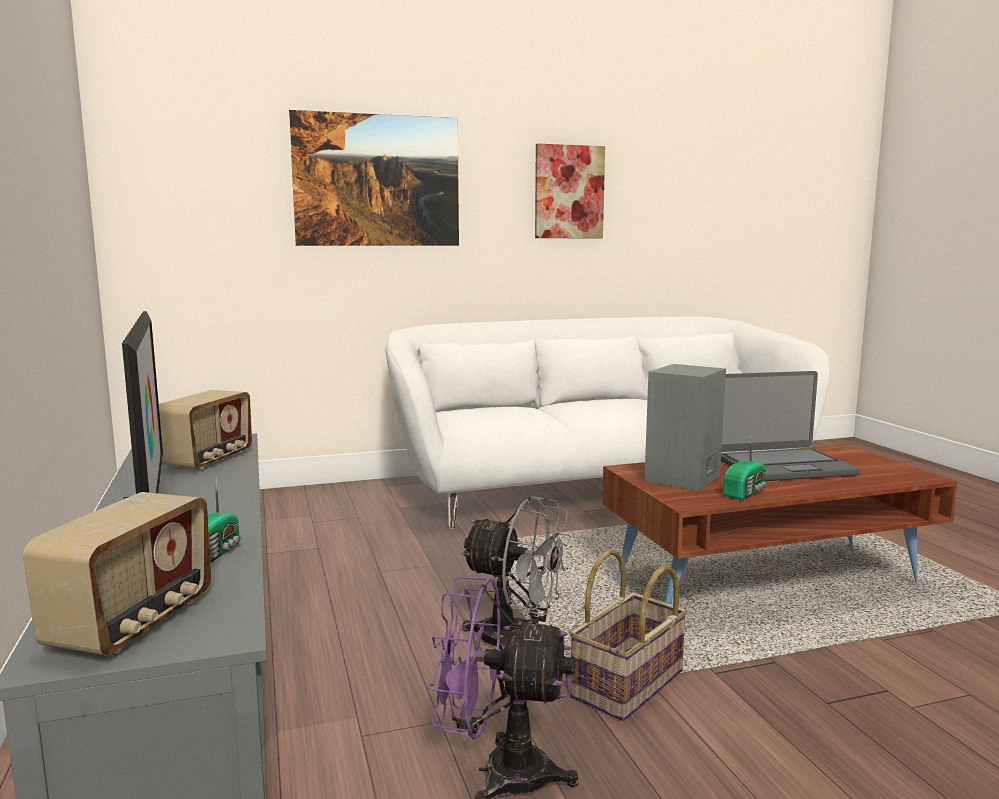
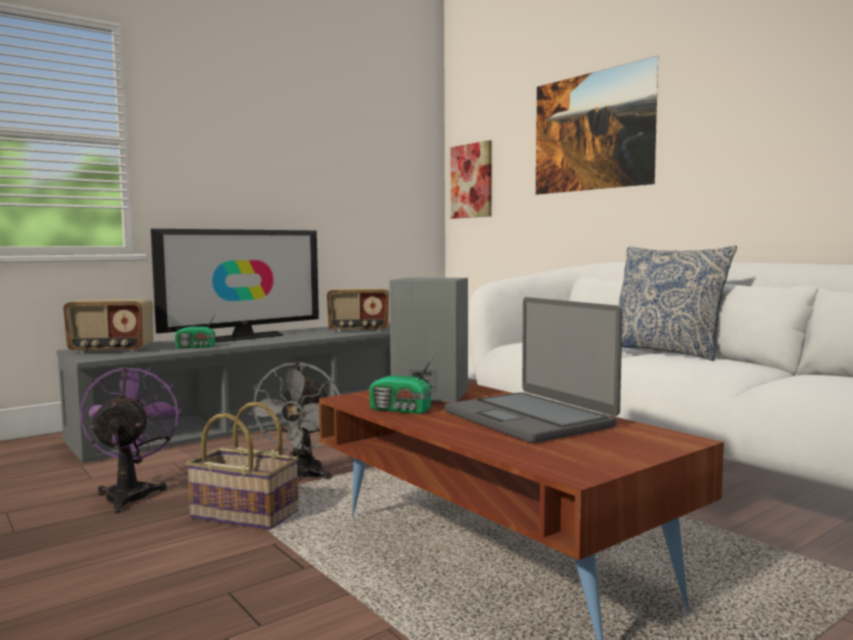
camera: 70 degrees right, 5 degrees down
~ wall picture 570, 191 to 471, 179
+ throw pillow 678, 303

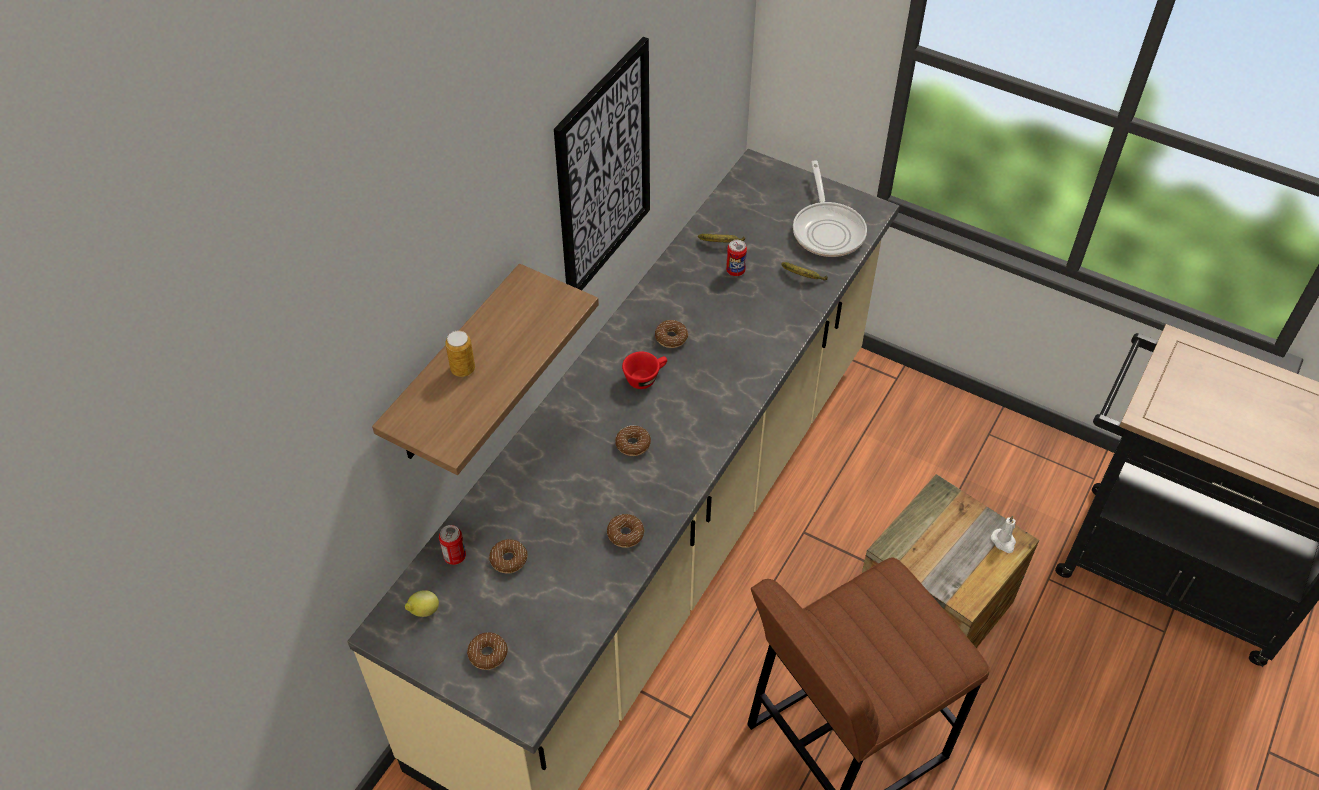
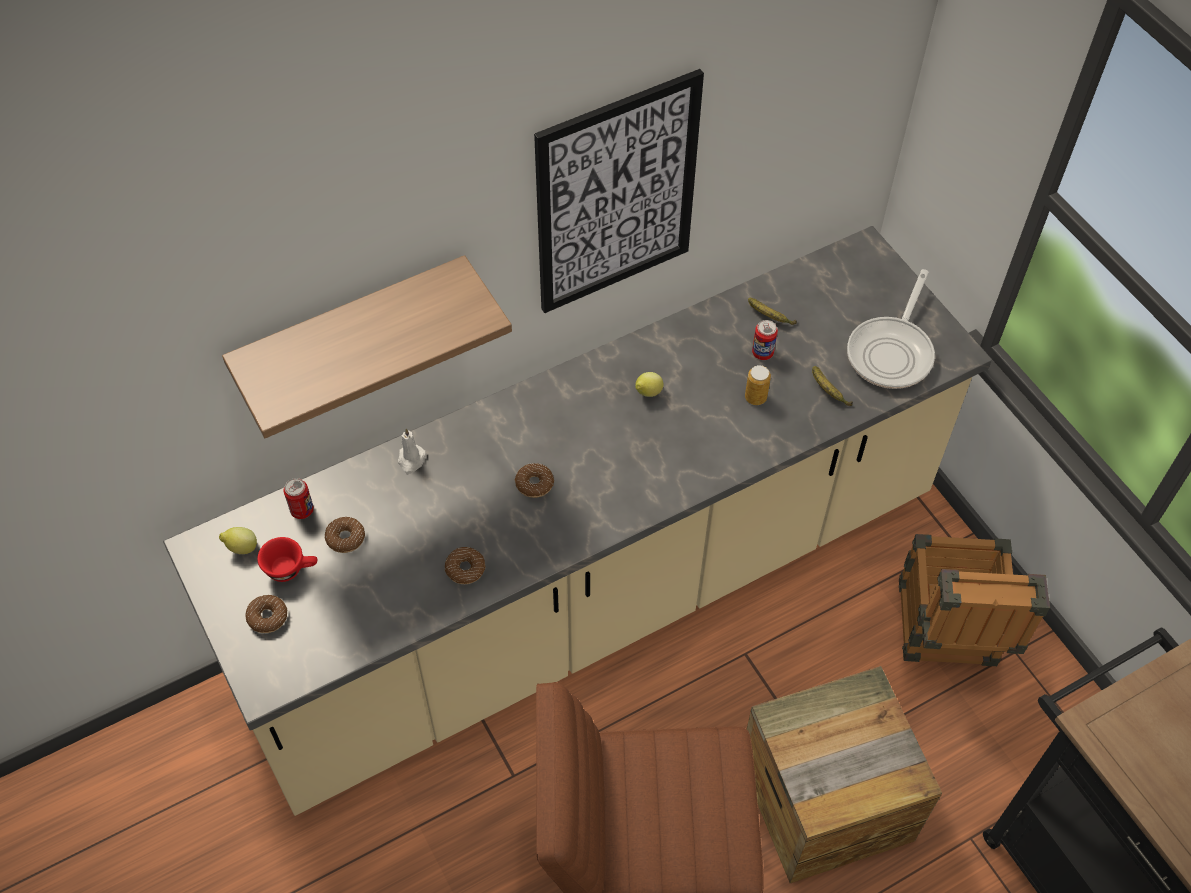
camera: 30 degrees right, 5 degrees up
~ red drinking cup 644, 370 to 287, 559
~ whitish candle 1003, 534 to 412, 451
~ ring doughnut 671, 334 to citrus fruit 649, 384
~ metal can 460, 354 to 758, 385
+ packing crate 974, 600

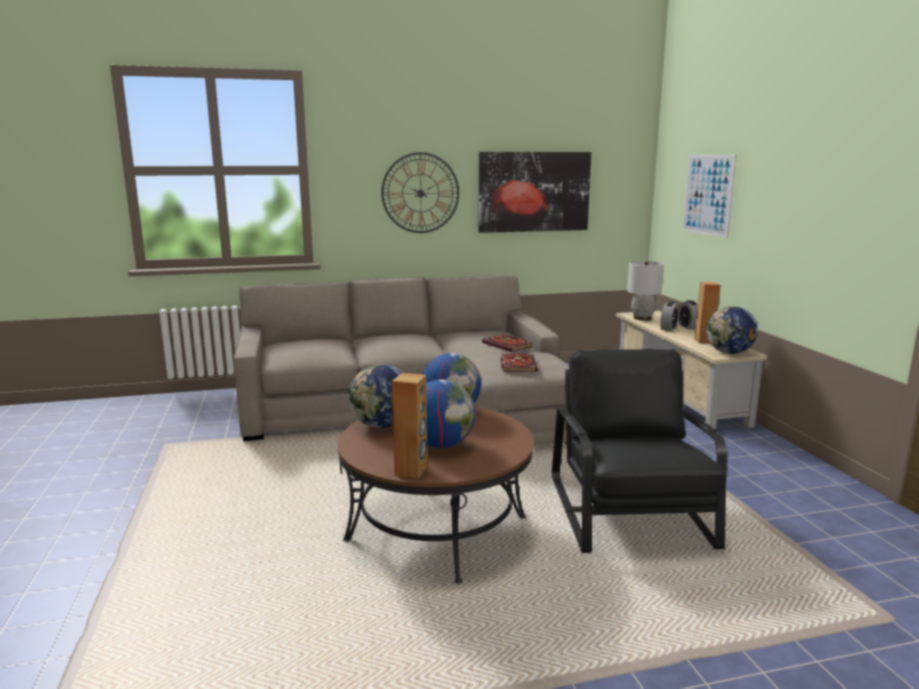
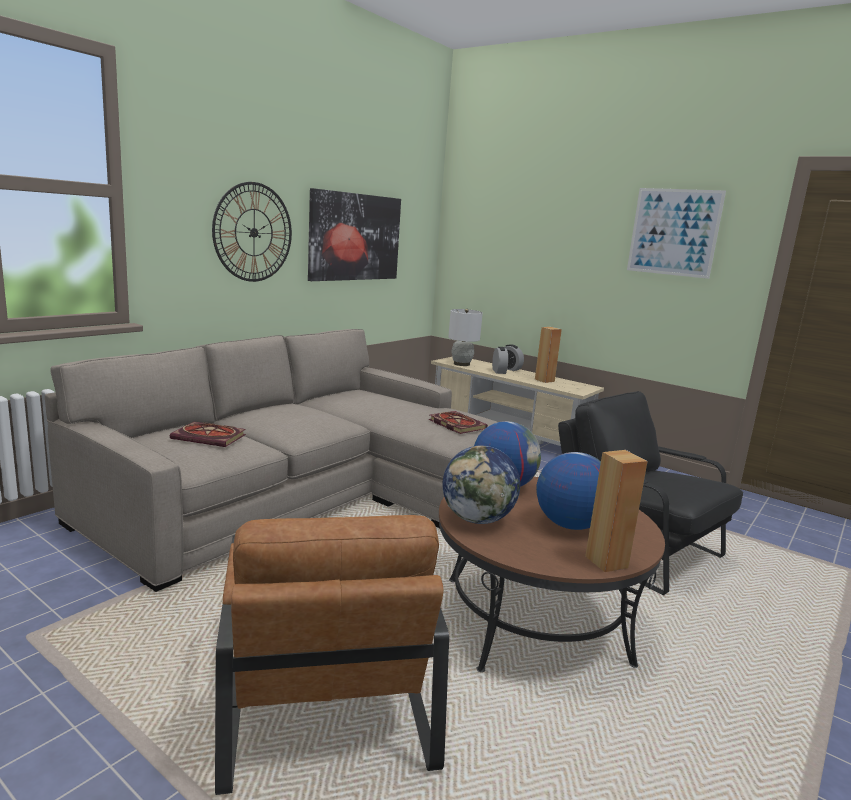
camera: 40 degrees left, 0 degrees up
~ volume 507, 343 to 208, 434
+ brownish armchair 332, 655
~ wall picture 709, 196 to 676, 233
- globe 732, 330

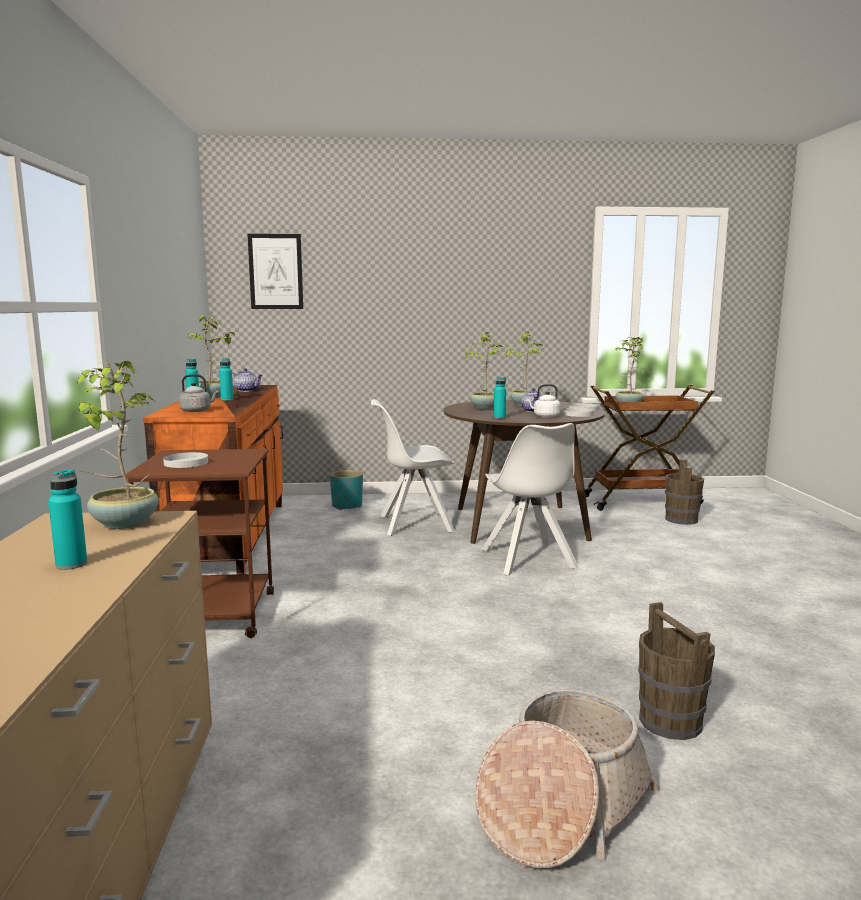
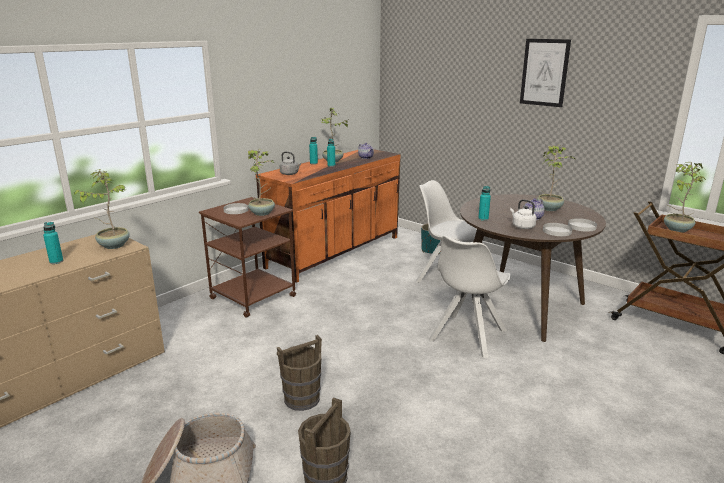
camera: 45 degrees right, 10 degrees up
~ houseplant 483, 370 to 261, 182
~ brownish water bucket 684, 492 to 299, 373
~ wall picture 275, 271 to 545, 73

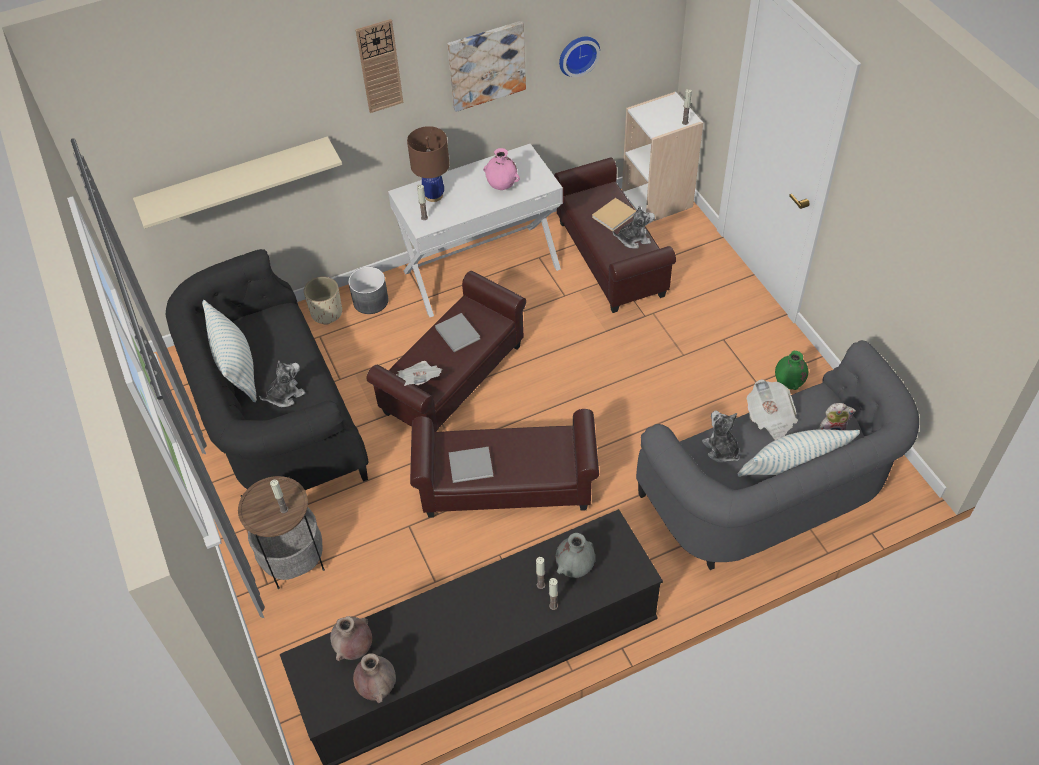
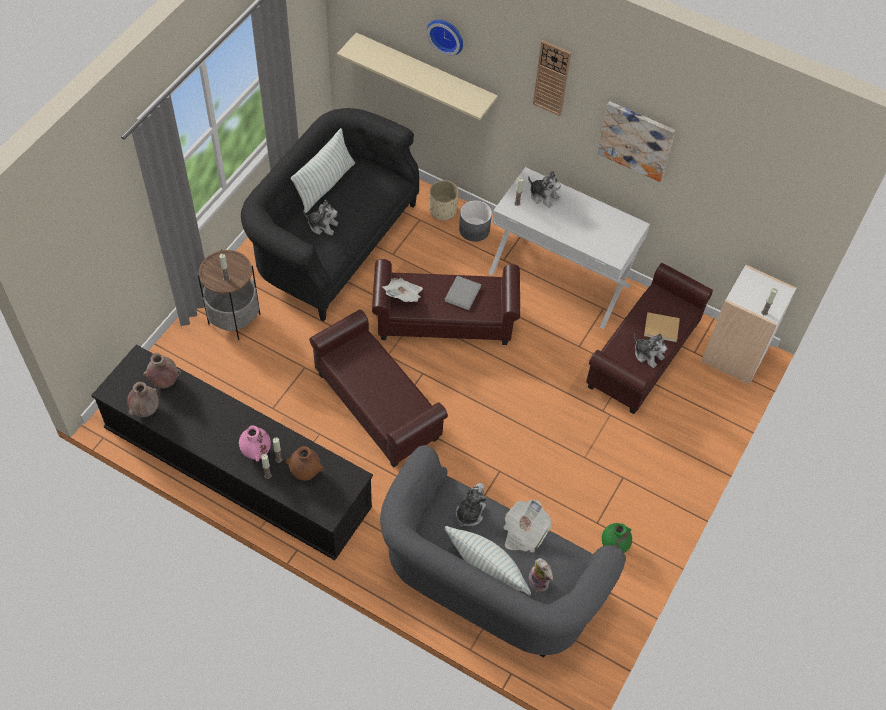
camera: 50 degrees right, 5 degrees up
~ pink-coloured vase 501, 169 to 255, 444
~ gray vase 575, 555 to brownish vase 305, 463
~ hanging clock 579, 56 to 445, 38
~ brownish tabletop lamp 428, 164 to soft toy 544, 189
- gray volume 470, 465

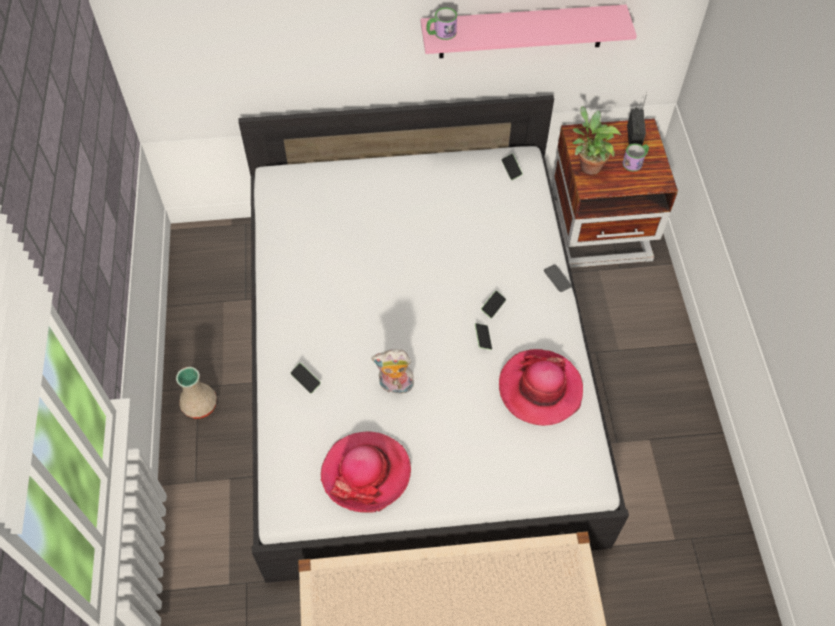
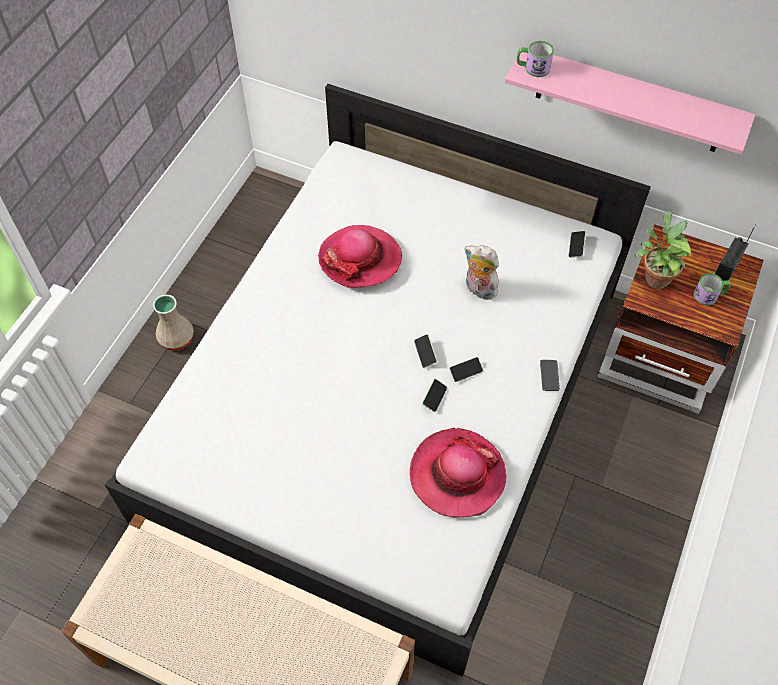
camera: 30 degrees right, 0 degrees up
~ wearable hat 366, 472 to 360, 256
~ telephone 306, 378 to 425, 351
~ soft toy 392, 373 to 482, 272

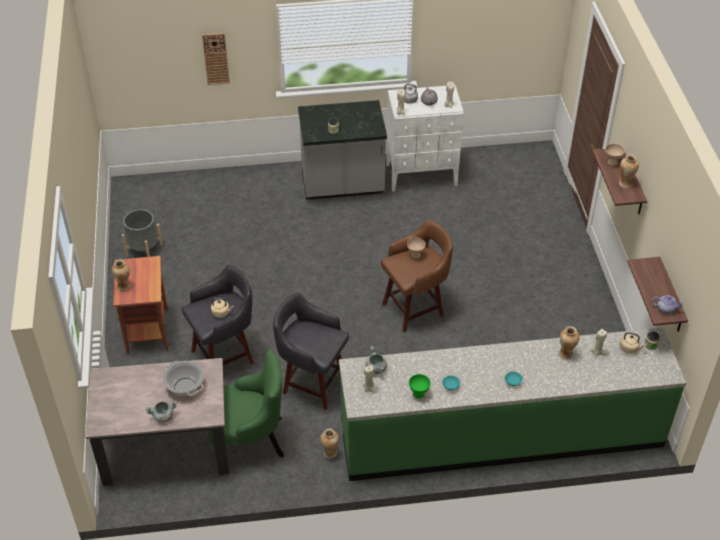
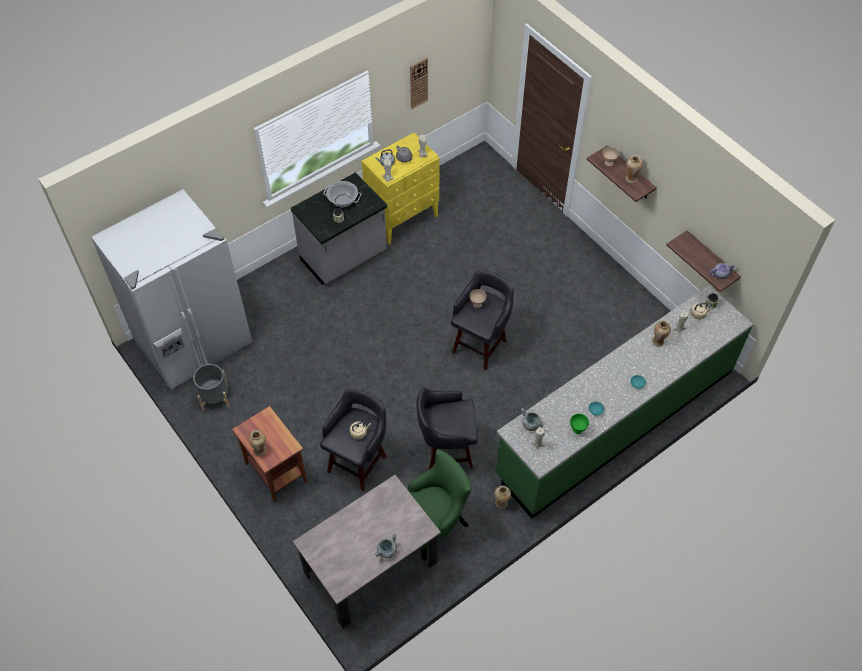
camera: 30 degrees left, 10 degrees up
+ whitish kitchen fridge 171, 289
~ stockpot 183, 378 to 342, 194
~ whitish dresser 425, 138 to yellow dresser 401, 188
~ hanging clock 216, 59 to 419, 83
~ brownish stool 417, 275 to gray stool 482, 320

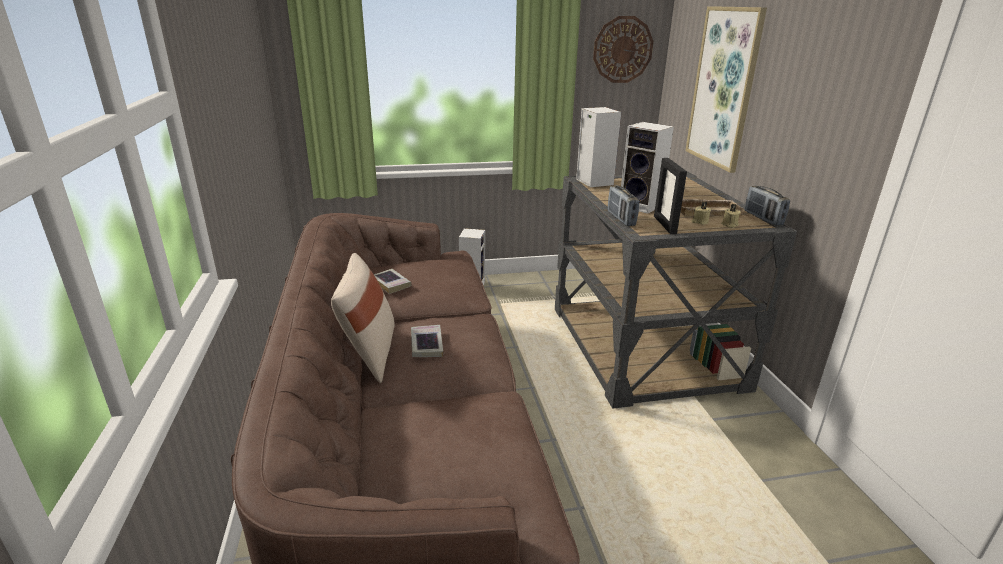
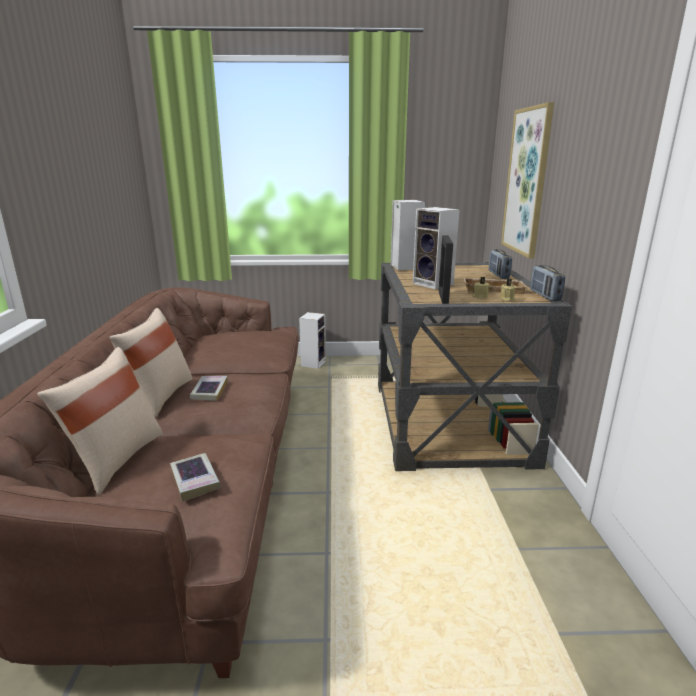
camera: 10 degrees right, 5 degrees down
+ beige throw pillow 100, 421
~ volume 393, 281 to 195, 477
~ radio receiver 623, 206 to 500, 264
- hanging clock 623, 49

